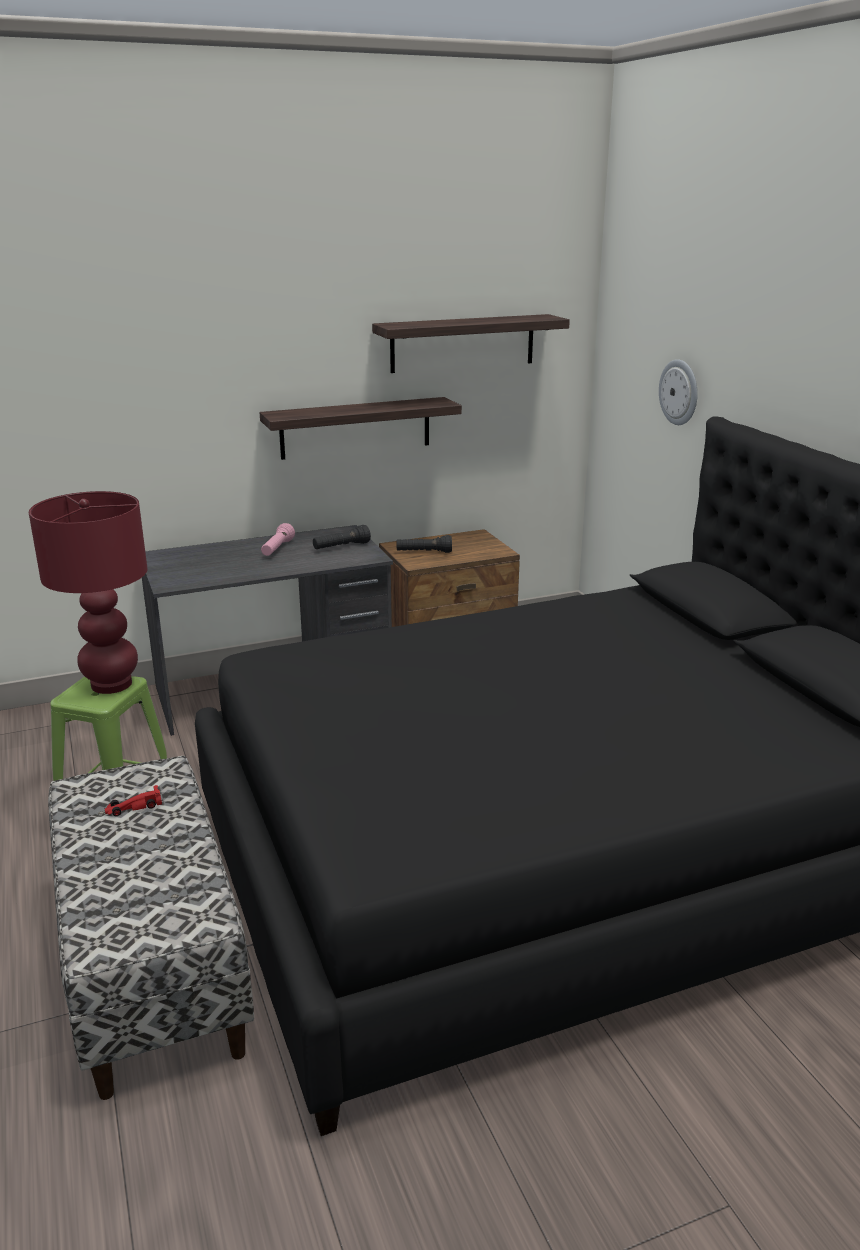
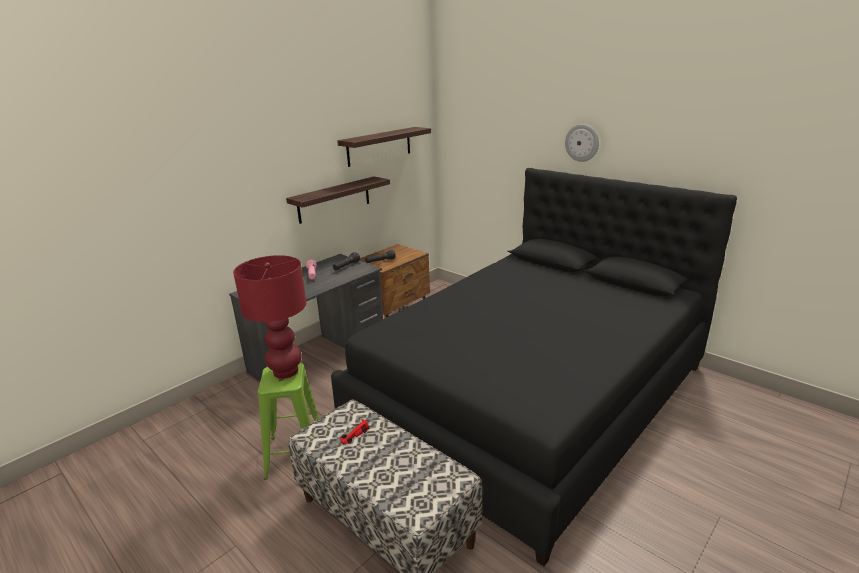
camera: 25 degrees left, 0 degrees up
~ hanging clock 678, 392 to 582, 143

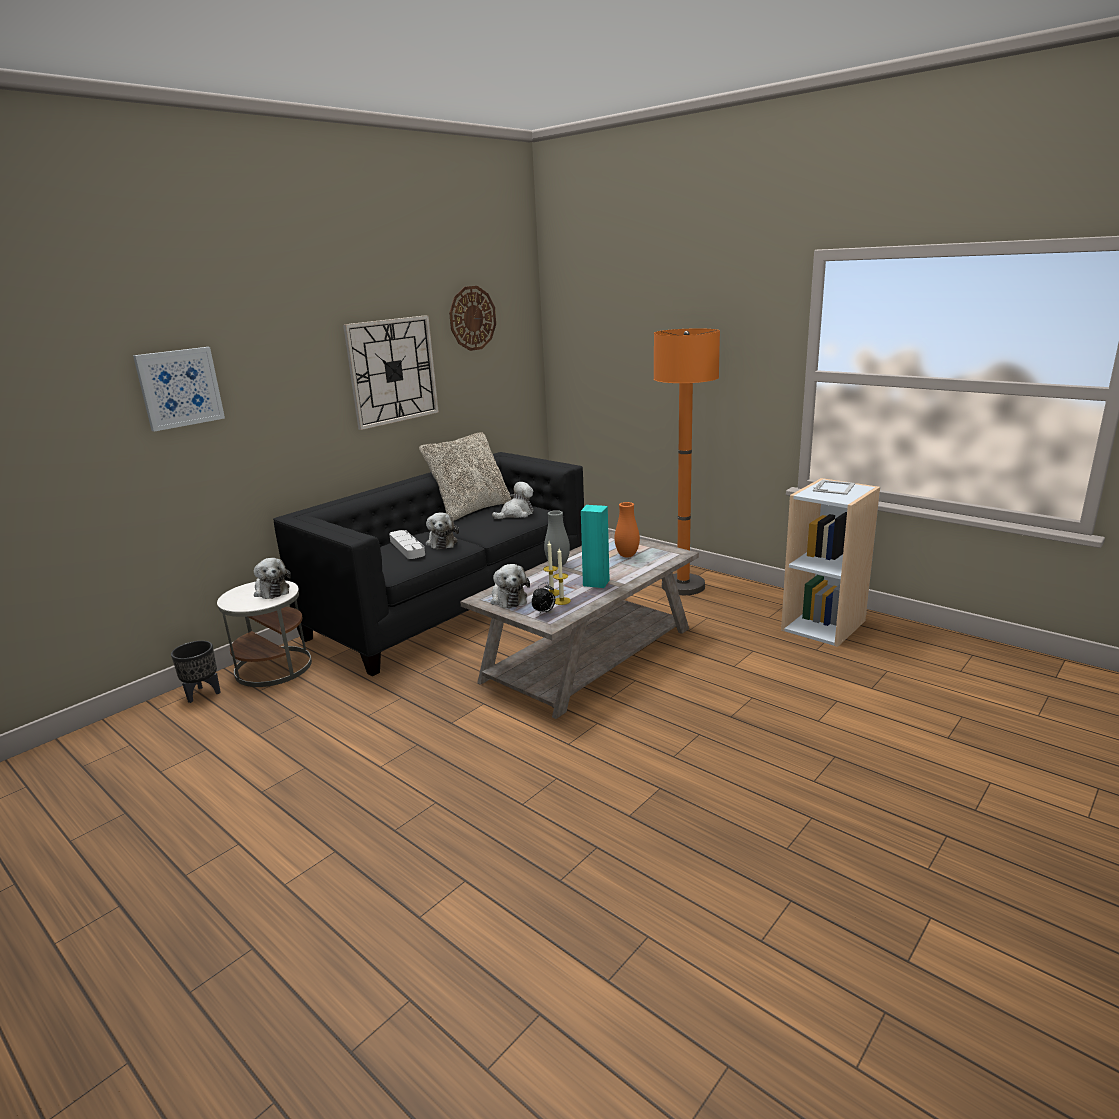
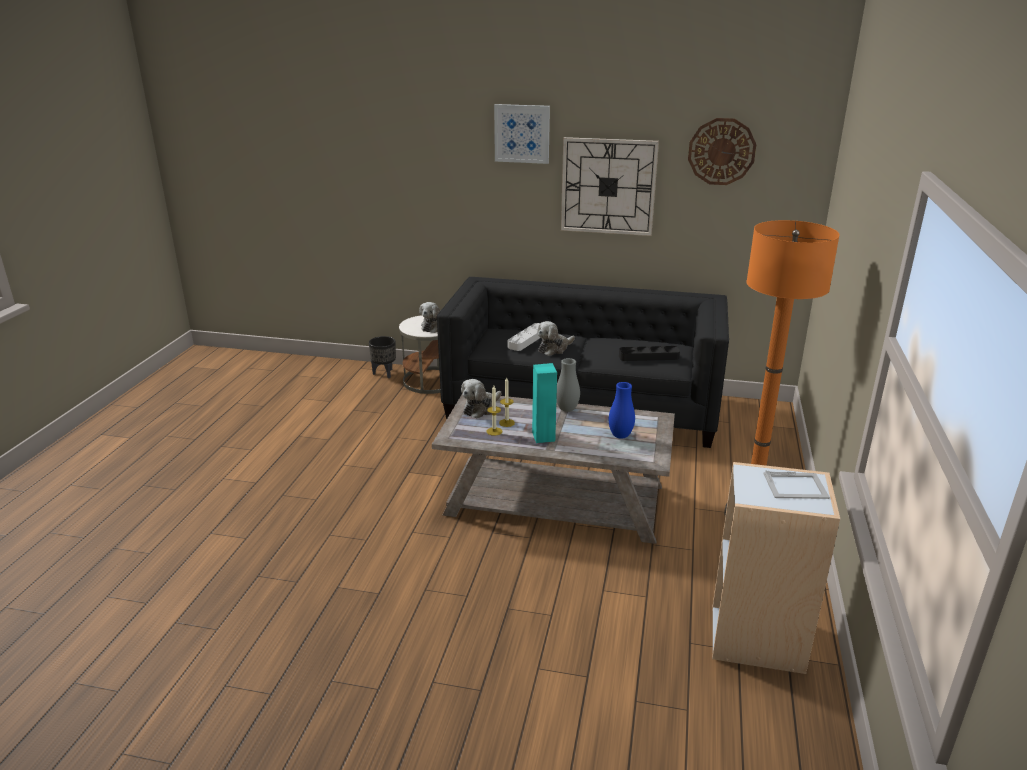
camera: 60 degrees right, 5 degrees up
~ wall picture 179, 389 to 522, 134
~ orangey vase 627, 530 to blue vase 622, 410
~ soft toy 513, 500 to black-coloured carrying tray 649, 353
- beige throw pillow 465, 476
- table clock 543, 598

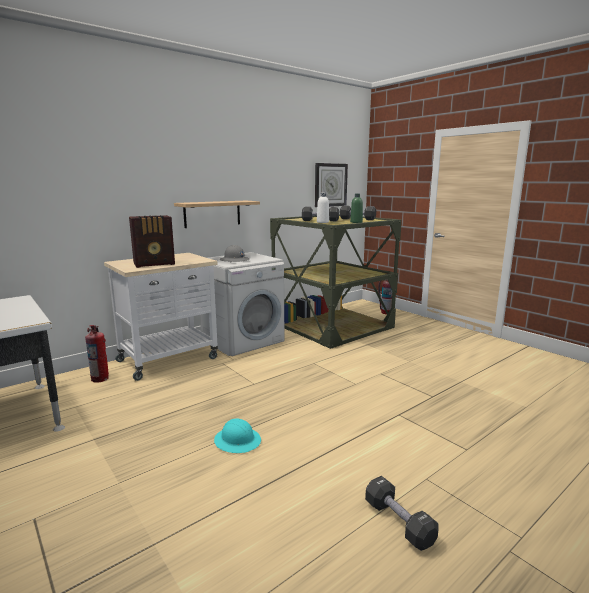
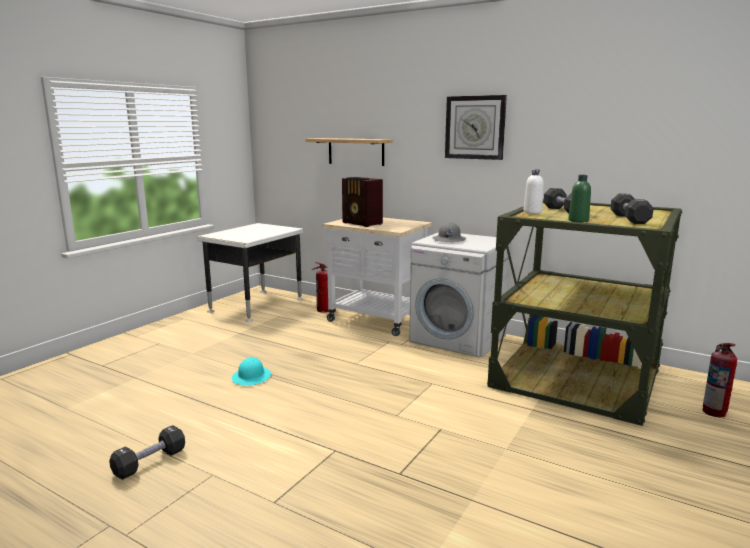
camera: 70 degrees right, 0 degrees up
~ shelf 217, 214 to 349, 152
~ hanging clock 331, 185 to 476, 127

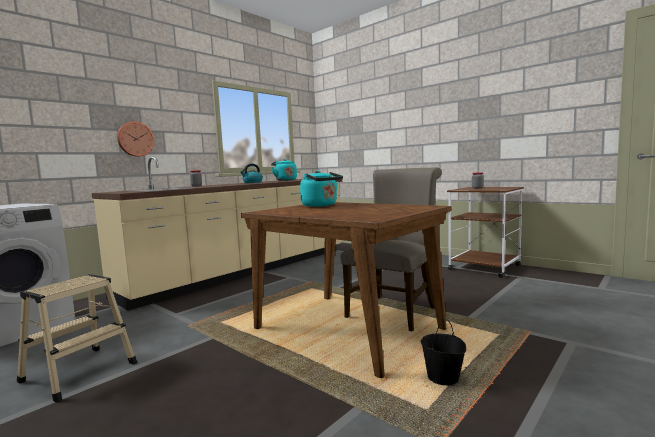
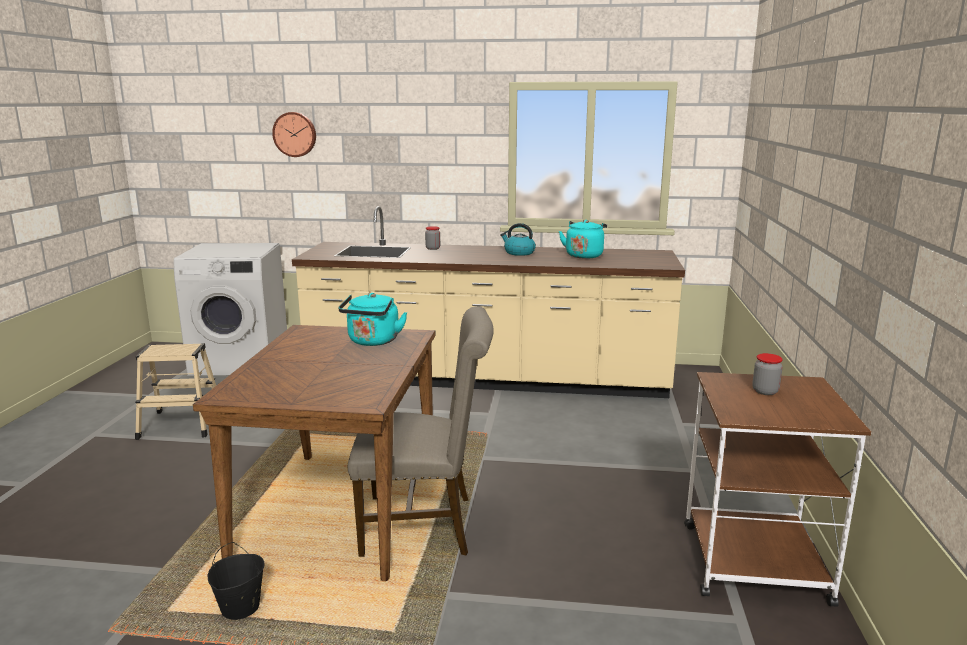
camera: 55 degrees right, 10 degrees up
~ hanging clock 135, 138 to 294, 134

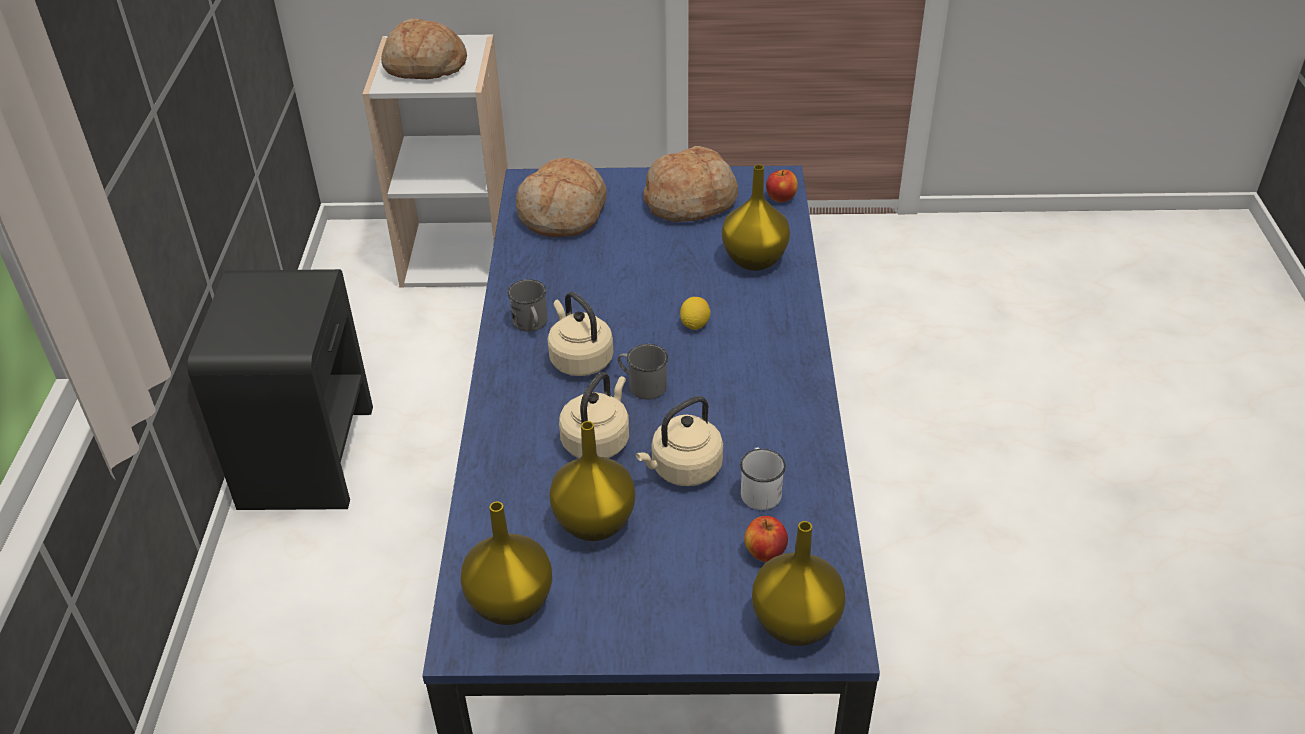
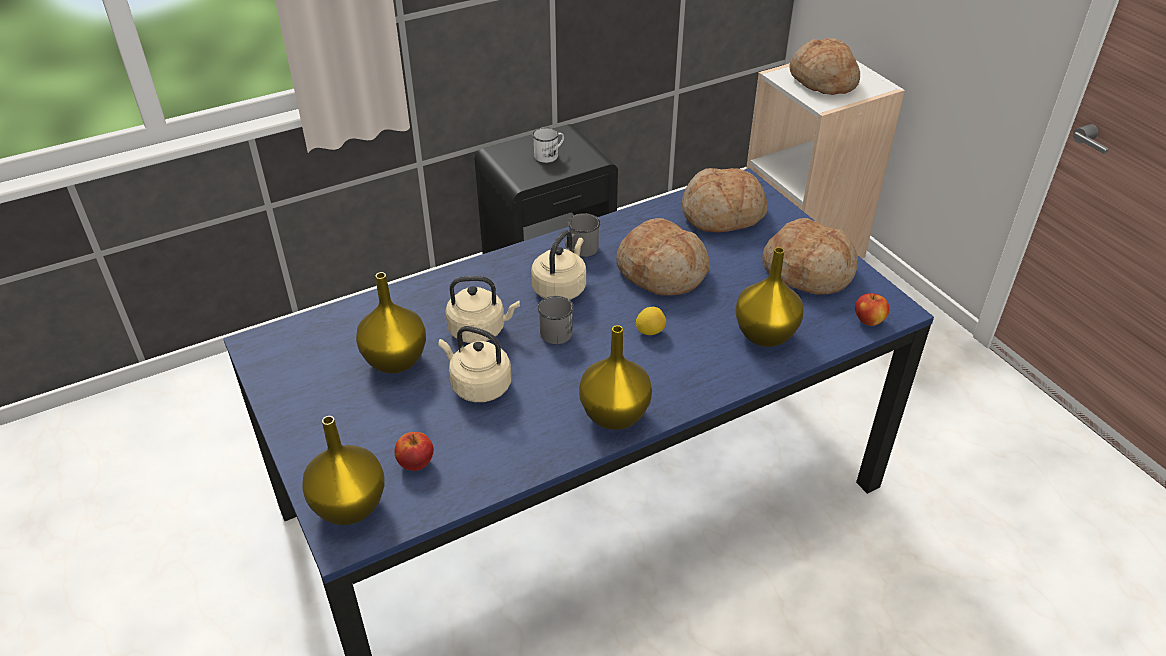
camera: 60 degrees right, 0 degrees up
~ whitish tea mug 763, 479 to 548, 145
~ yellow vase 506, 563 to 615, 377
+ baked bread 663, 256

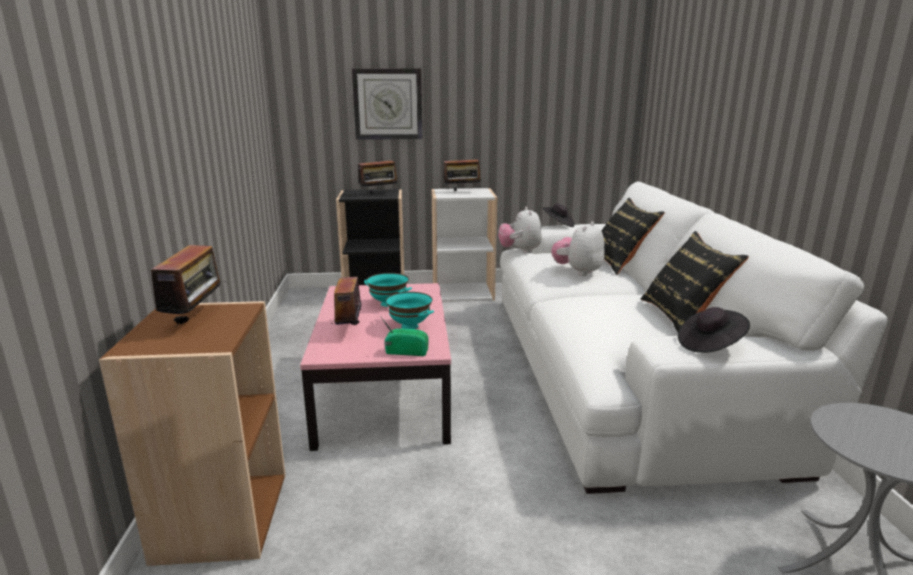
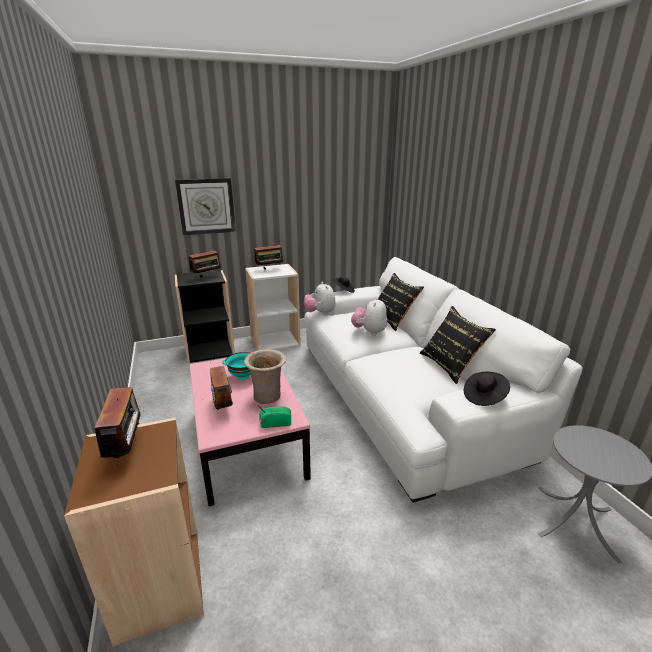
camera: 15 degrees left, 5 degrees up
~ turquoise deep dish 410, 310 to beige vase 265, 376

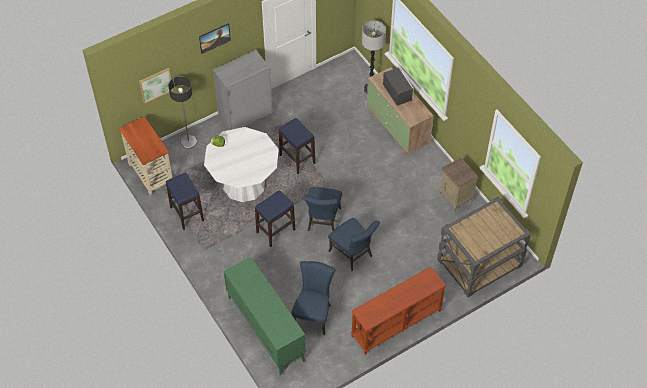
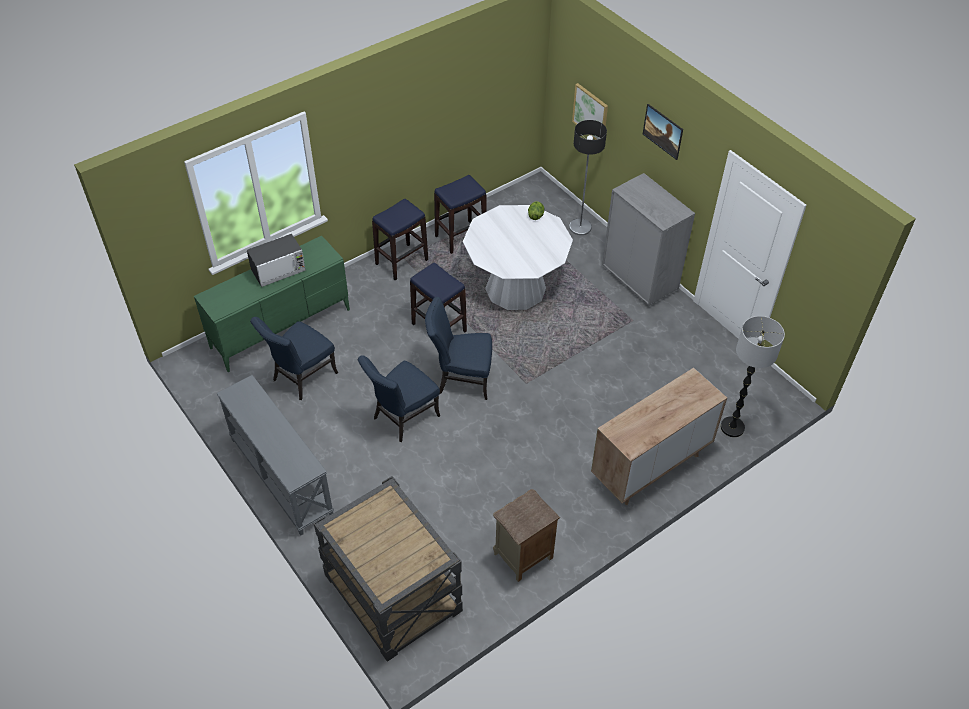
camera: 85 degrees right, 5 degrees down
~ brownish console table 398, 310 to gray console table 275, 455
~ microwave oven 398, 86 to 276, 260
~ blue upright chair 313, 298 = 294, 358 120 degrees clockwise
~ stool 297, 146 to 400, 239
- beige cart 146, 155

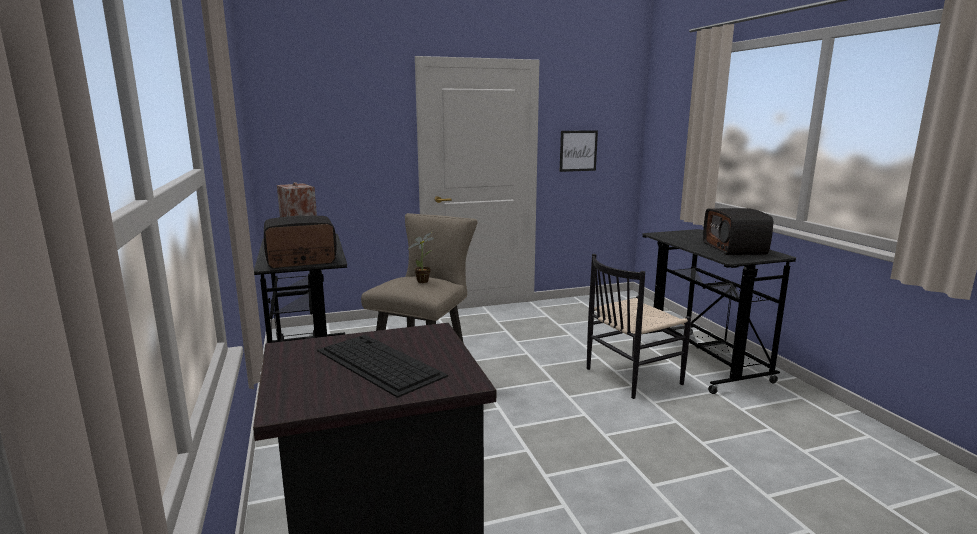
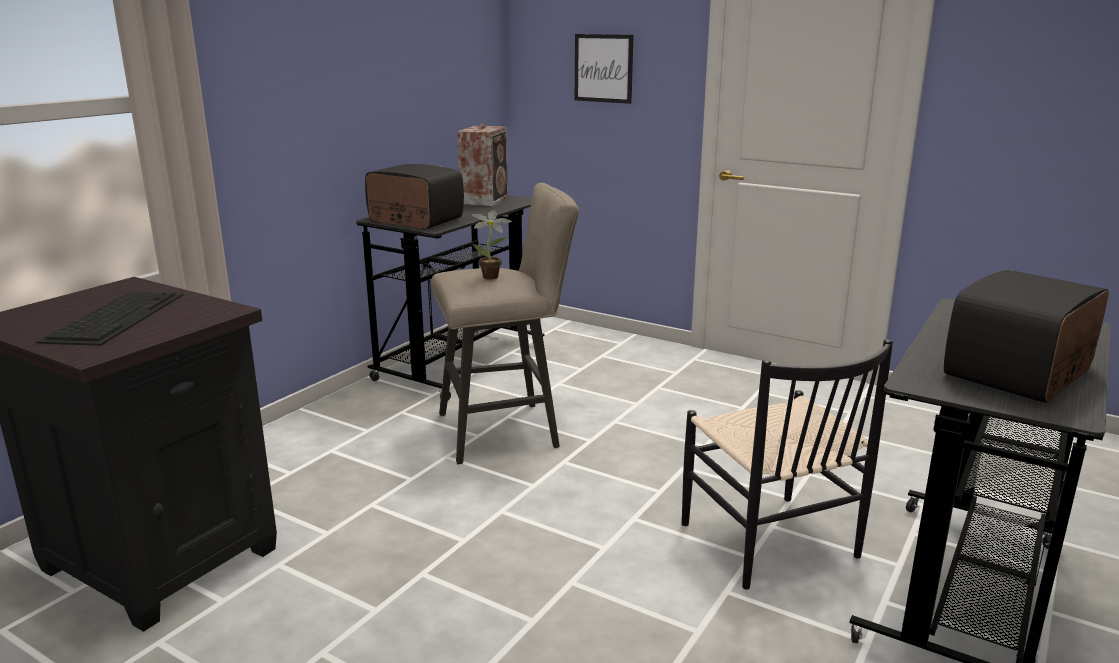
camera: 50 degrees right, 5 degrees up
~ wall picture 579, 151 to 604, 69
~ black-coloured upright chair 639, 326 = 787, 464 135 degrees counterclockwise

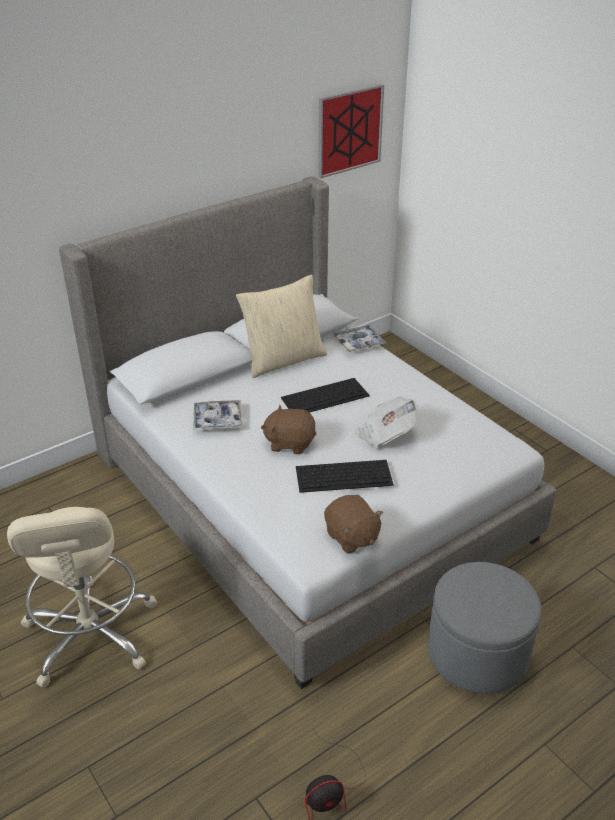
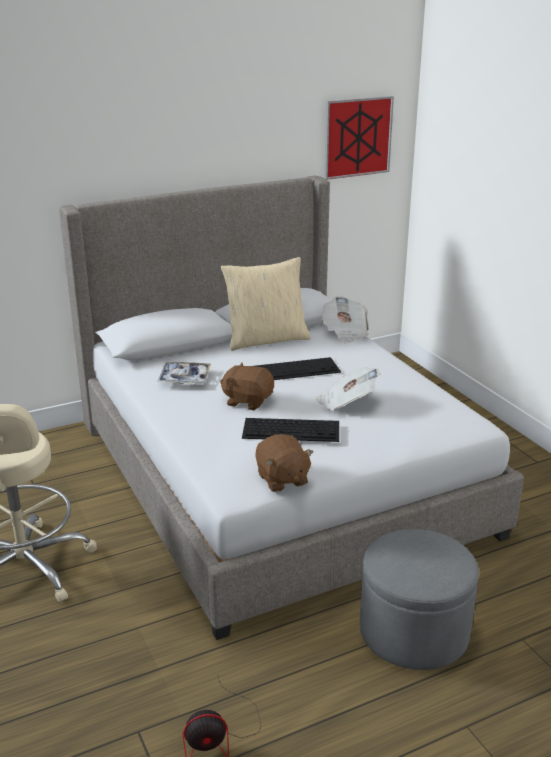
camera: 10 degrees right, 10 degrees down
~ carrying tray 359, 338 to printed paper 345, 319

